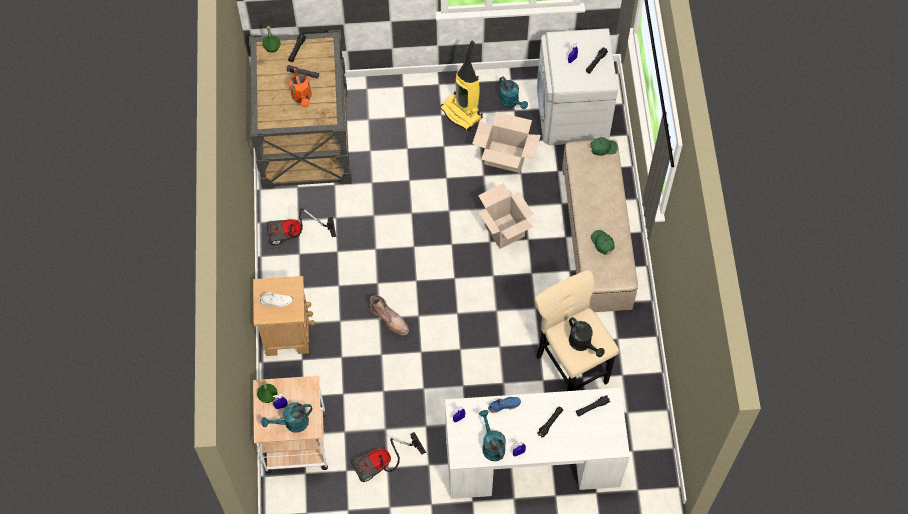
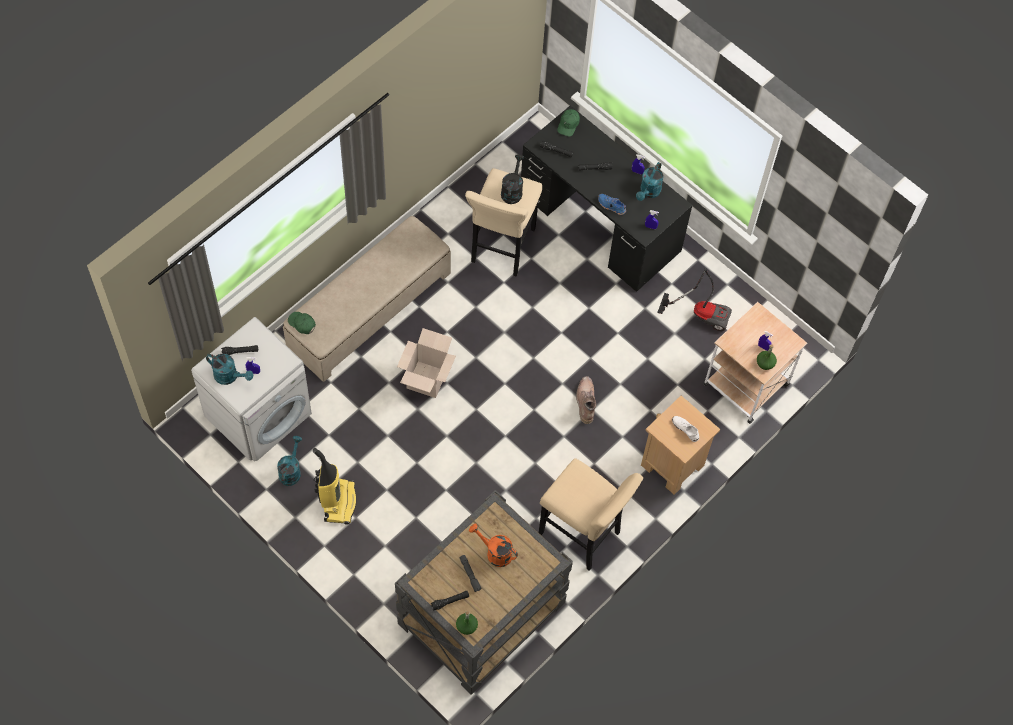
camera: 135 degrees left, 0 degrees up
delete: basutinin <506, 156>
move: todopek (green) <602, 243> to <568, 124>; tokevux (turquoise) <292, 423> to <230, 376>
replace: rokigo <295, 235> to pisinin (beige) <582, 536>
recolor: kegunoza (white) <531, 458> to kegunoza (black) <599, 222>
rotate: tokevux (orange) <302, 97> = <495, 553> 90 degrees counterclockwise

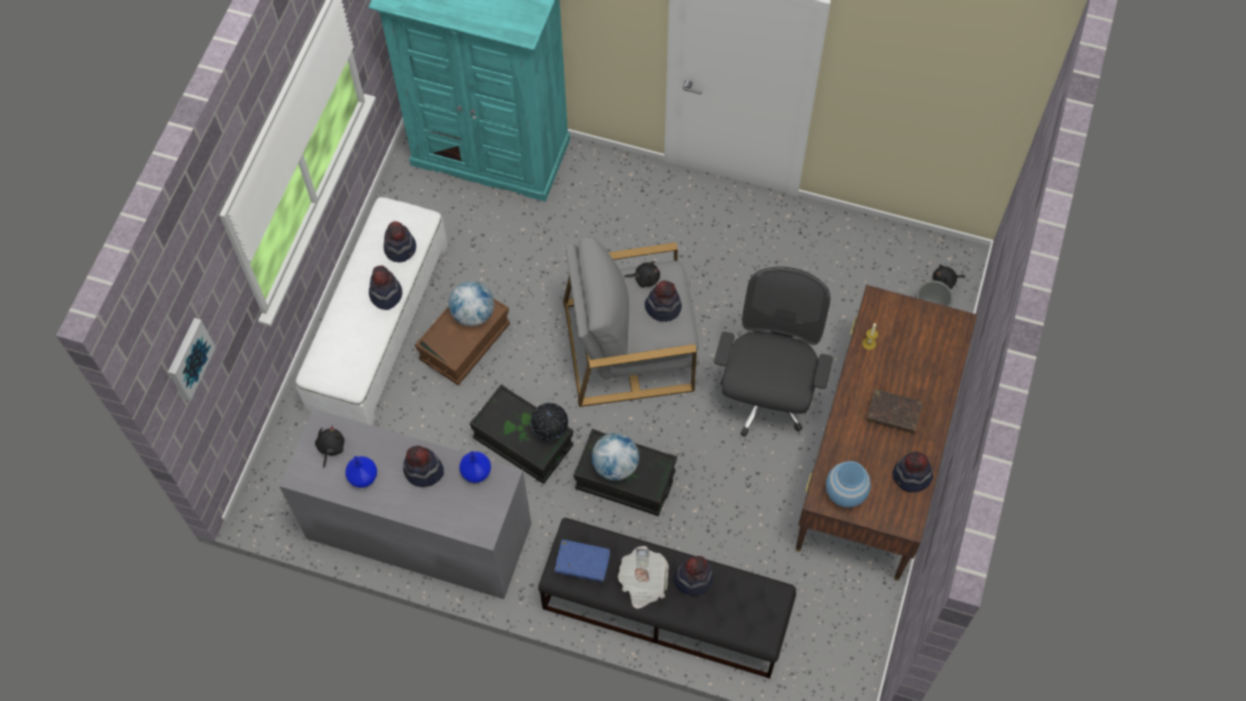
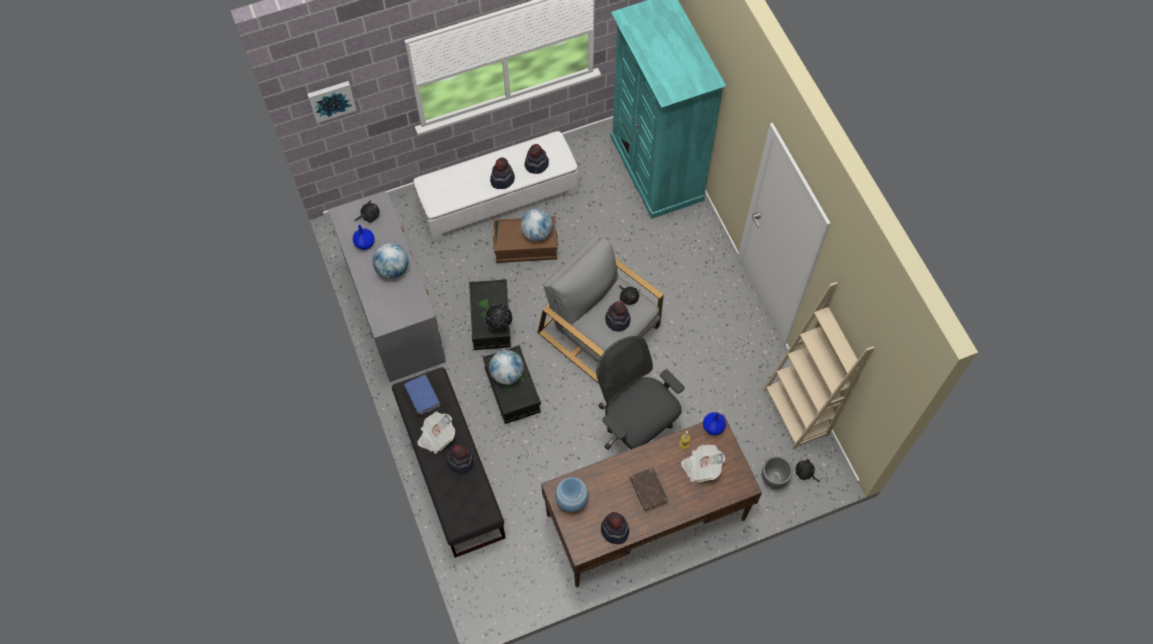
camera: 50 degrees right, 0 degrees up
insert: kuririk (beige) <796, 412>; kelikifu <701, 467>
move: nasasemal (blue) <477, 472> to <713, 428>
replace: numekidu <423, 471> to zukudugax <392, 269>
rotate: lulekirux <768, 395> = <634, 427> 105 degrees counterclockwise

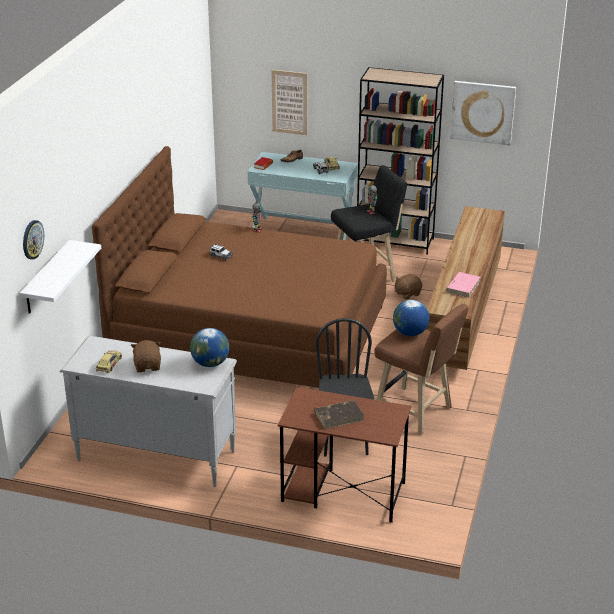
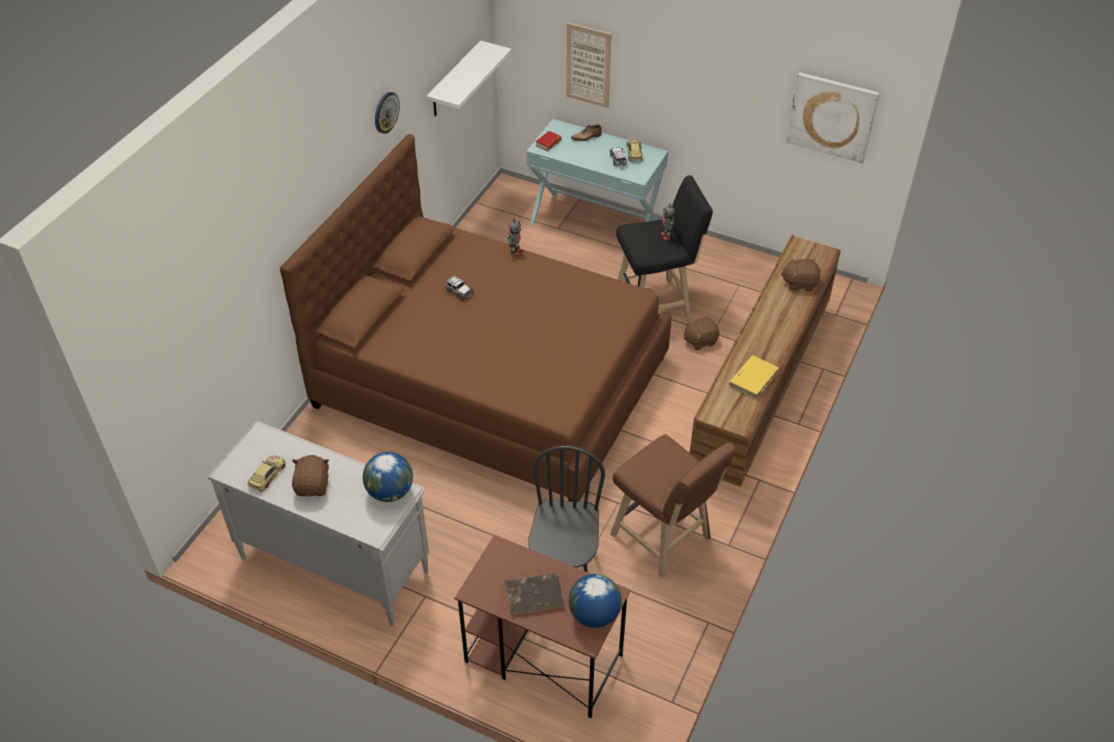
camera: 10 degrees right, 15 degrees up
delete: kuririk (beige) <395, 242>
insert: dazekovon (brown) <799, 283>
move: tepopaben <32, 239> to <386, 112>; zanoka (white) <47, 278> to <455, 80>; zukudugax <410, 333> to <594, 614>
recolor: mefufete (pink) <463, 286> to mefufete (yellow) <753, 378>

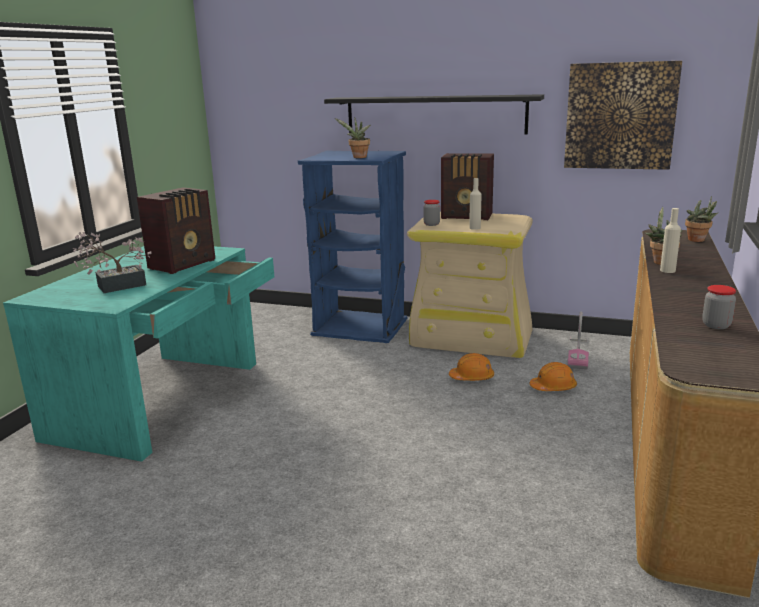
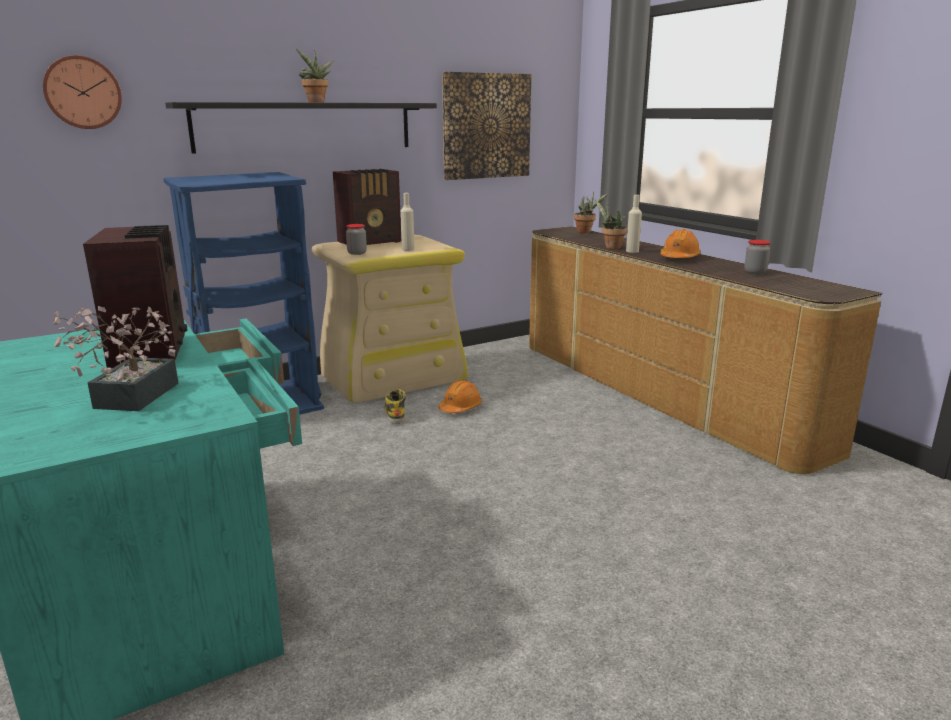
camera: 50 degrees left, 0 degrees up
delete: rokigo <578, 353>
insert: tepopaben <82, 93>; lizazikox <395, 413>
move: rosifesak <358, 157> to <316, 102>; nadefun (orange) <553, 387> to <679, 258>

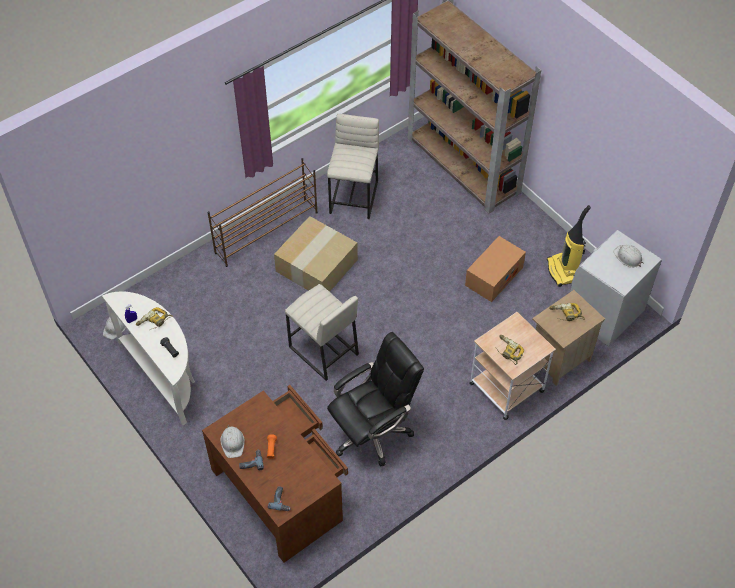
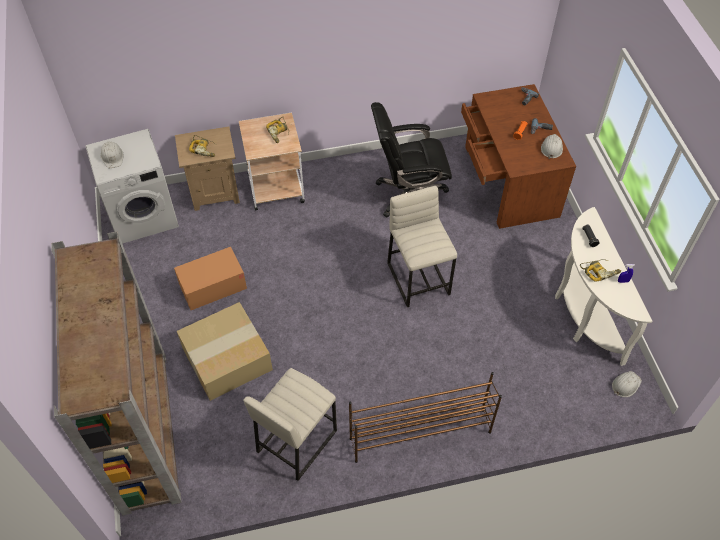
camera: 155 degrees left, 0 degrees up
delete: rokigo <562, 271>
move: basutinin <316, 264> to <226, 360>

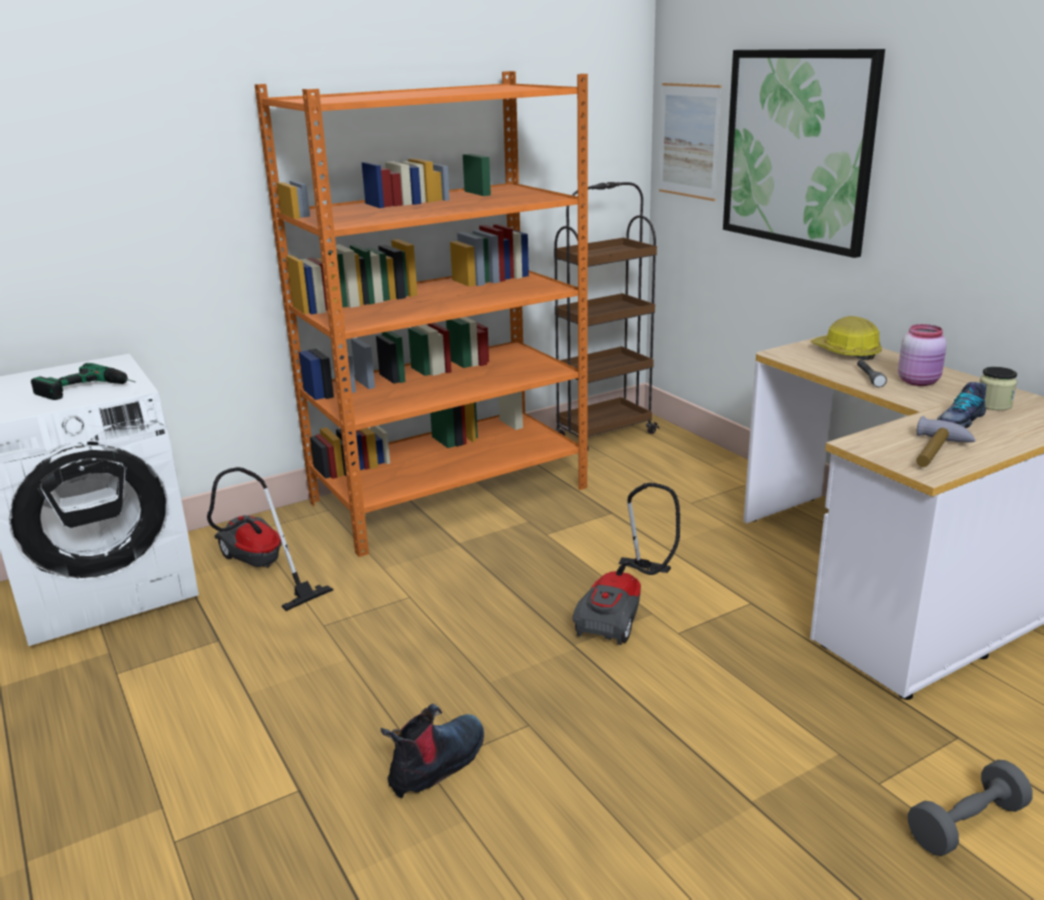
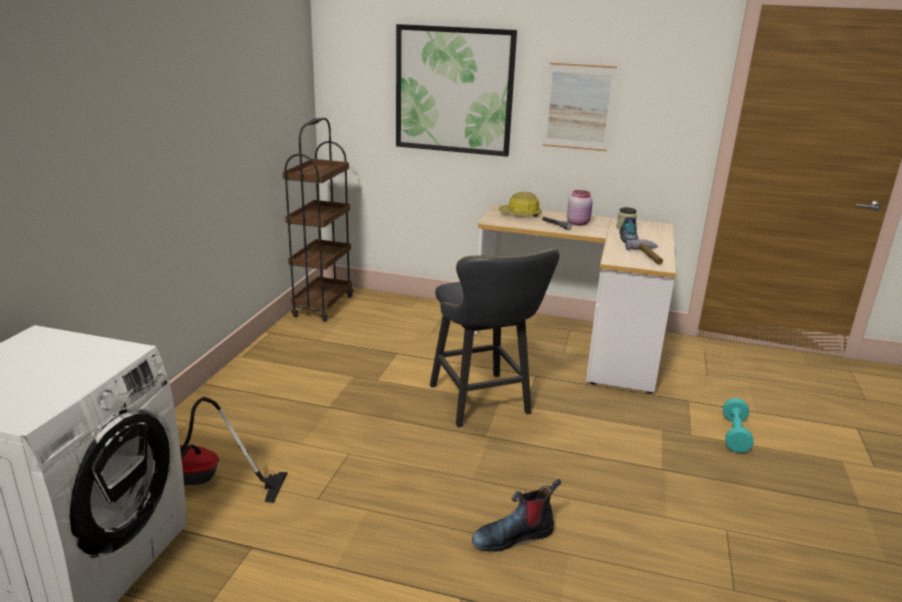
camera: 45 degrees left, 0 degrees up
delete: kuririk (orange) <450, 495>; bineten <89, 390>
move: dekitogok <689, 141> to <578, 107>
replace: rokigo <625, 611> to pisinin (grey) <484, 406>
recolor: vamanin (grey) <966, 824> to vamanin (turquoise) <735, 435>
rotate: lizazikox <438, 764> = <513, 536> 105 degrees counterclockwise

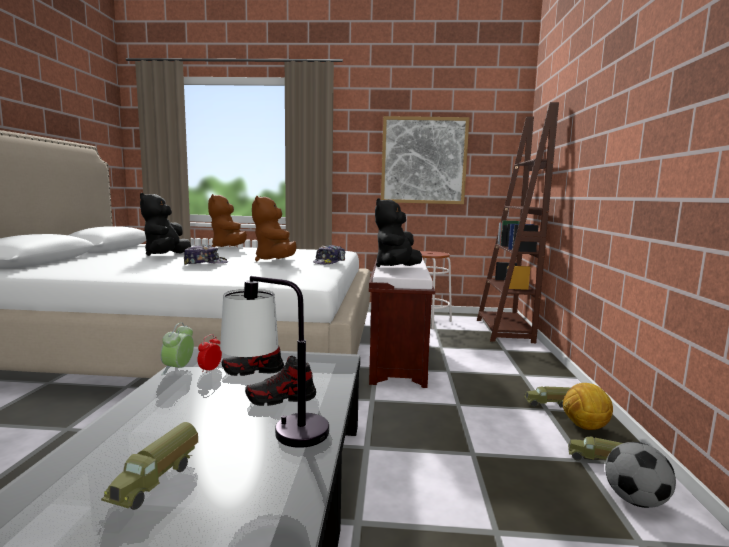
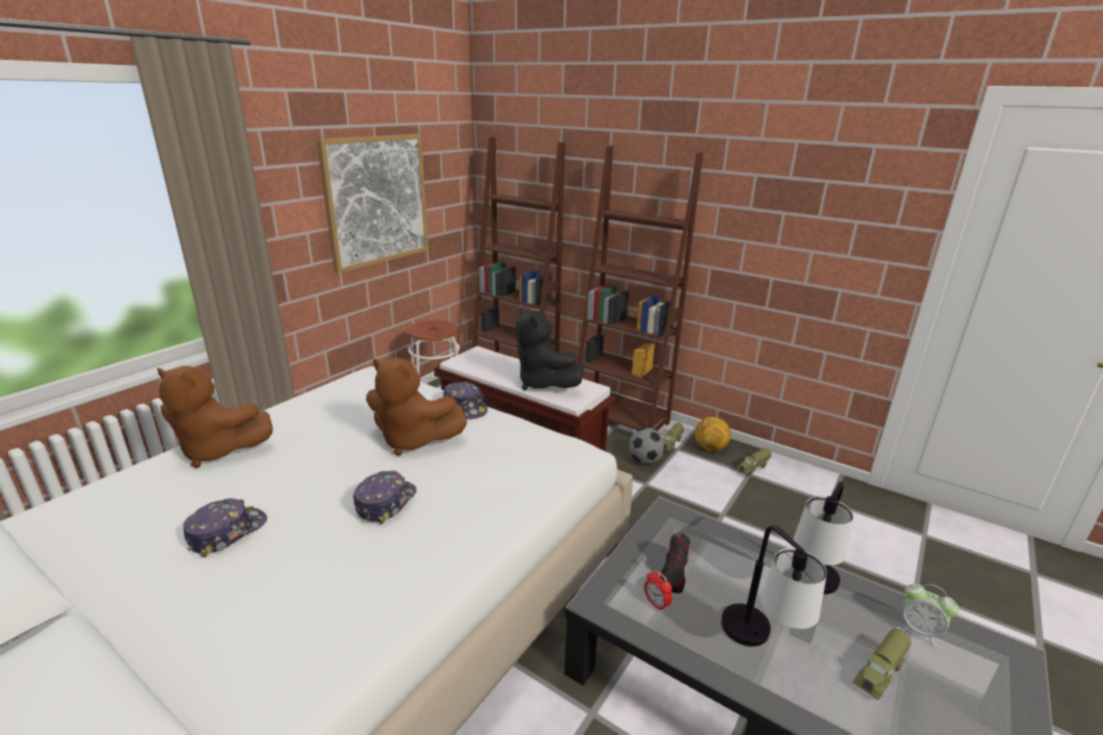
camera: 60 degrees left, 15 degrees up
delete: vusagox <281, 399>
insert: kuririk (brown) <620, 420>; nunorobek <759, 645>
move: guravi <178, 369> to <919, 631>; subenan <635, 500> to <645, 460>
replace: dazekovon (black) <166, 256> to todopek <227, 532>
rotate: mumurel <157, 481> = <880, 673> 90 degrees clockwise

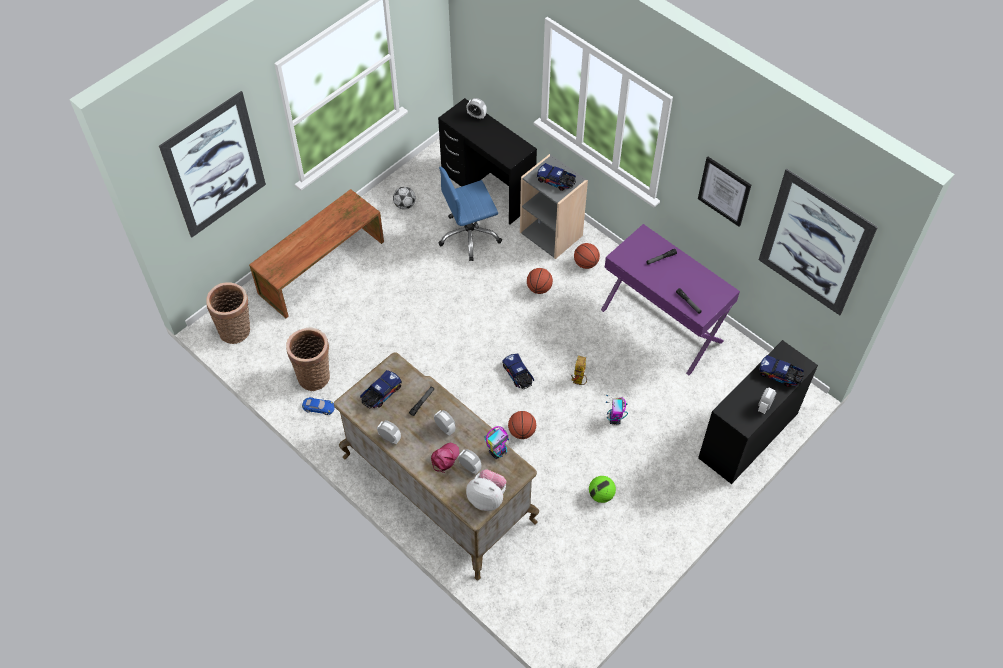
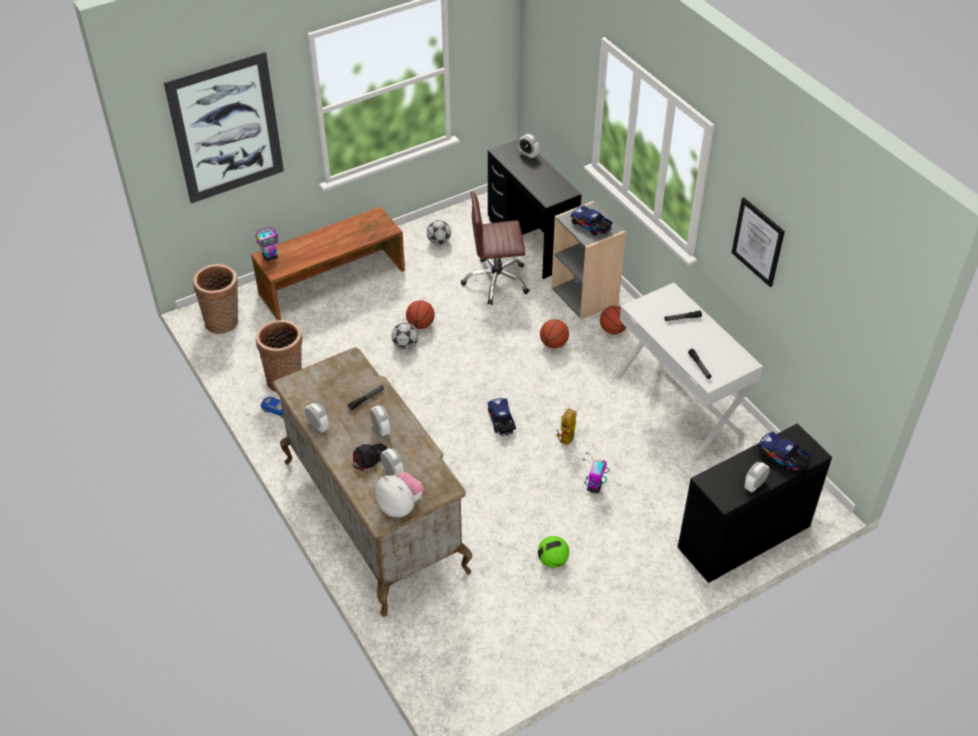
camera: 15 degrees right, 10 degrees down
delete: dekitogok <814, 243>; mumurel <381, 394>
insert: subenan <405, 345>
move: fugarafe <522, 431> to <420, 325>; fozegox <497, 451> to <270, 256>
recolor: lulekirux (blue) <469, 236> to lulekirux (brown) <496, 281>; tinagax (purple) <662, 325> to tinagax (white) <679, 405>; todopek (pink) <444, 458> to todopek (black) <369, 458>

